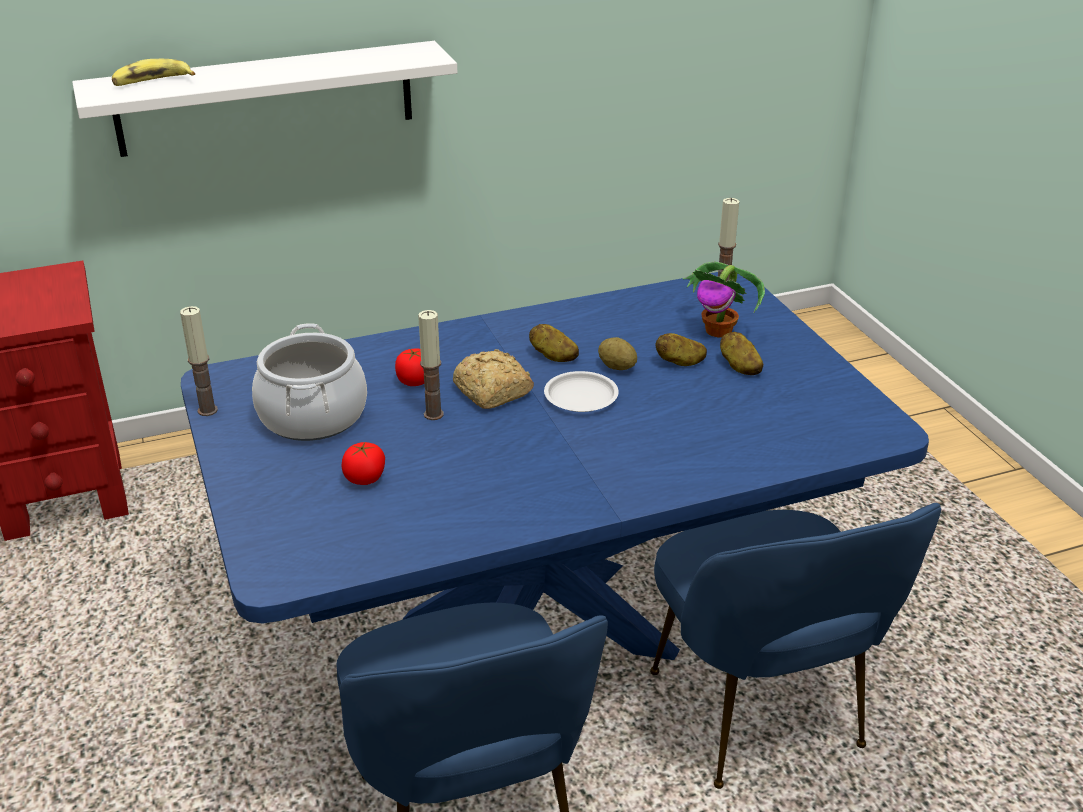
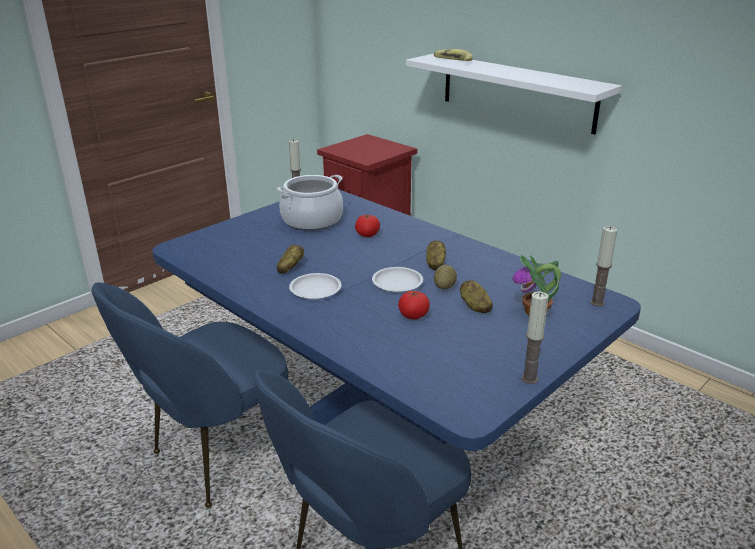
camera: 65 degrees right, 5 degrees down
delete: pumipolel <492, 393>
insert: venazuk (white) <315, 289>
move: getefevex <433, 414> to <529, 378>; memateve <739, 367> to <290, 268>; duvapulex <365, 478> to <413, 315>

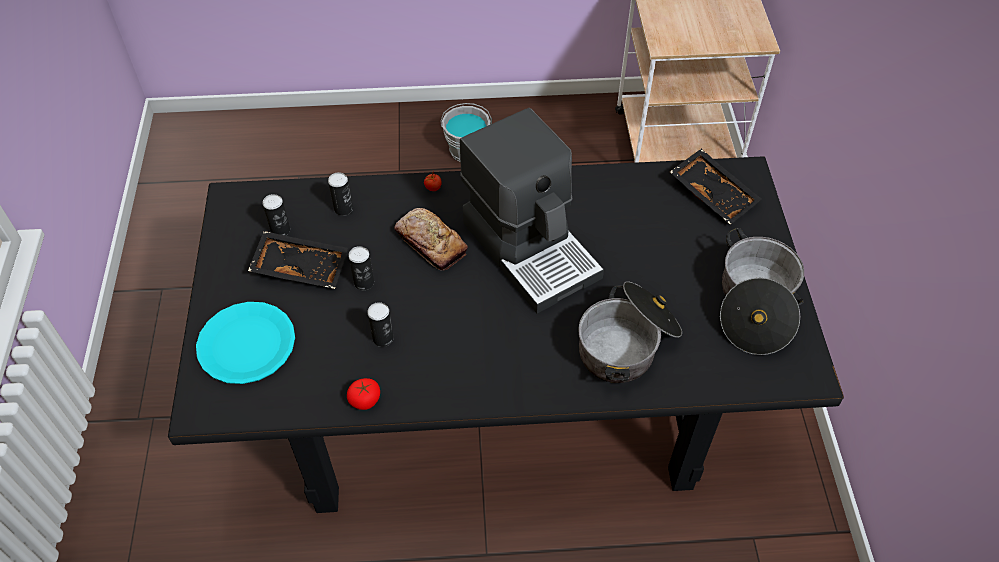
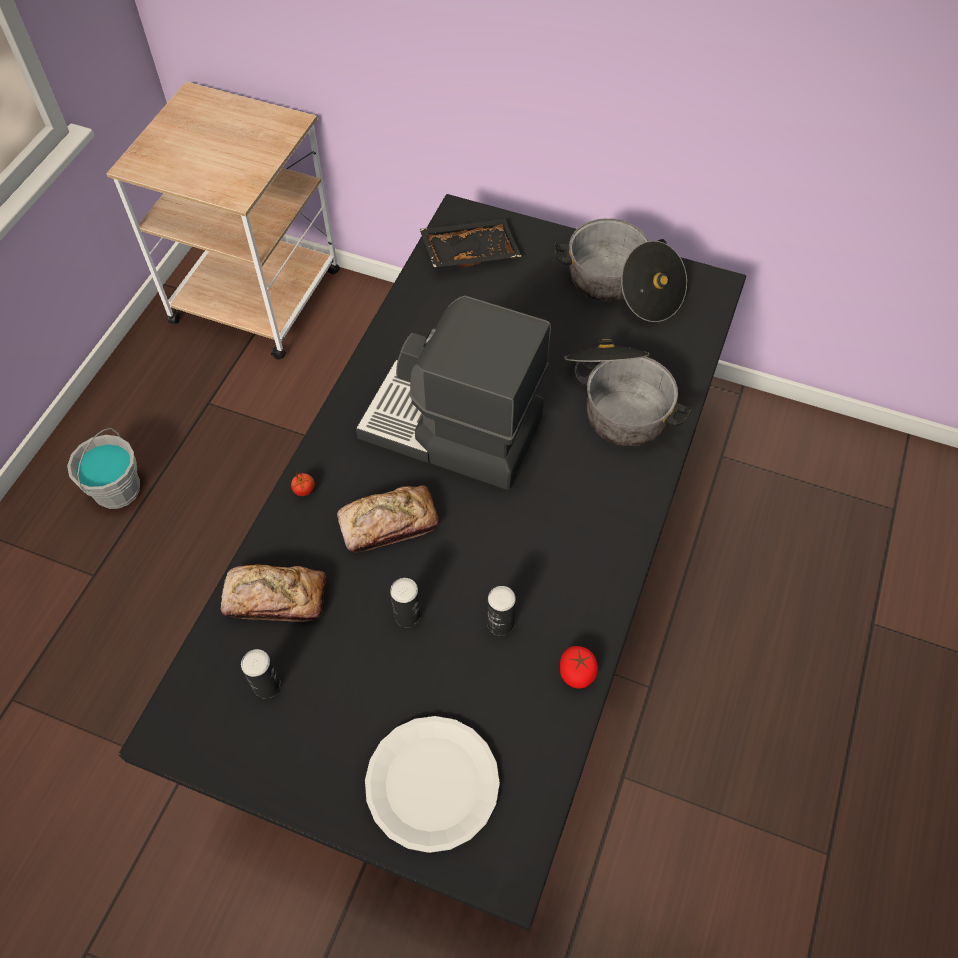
camera: 65 degrees left, 5 degrees up
delete: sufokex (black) <301, 266>
replace: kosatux <343, 209> to pumipolel <276, 599>
recolor: venazuk (turquoise) <246, 344> to venazuk (white) <432, 784>
rotate: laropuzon <531, 248> = <451, 431> 150 degrees counterclockwise

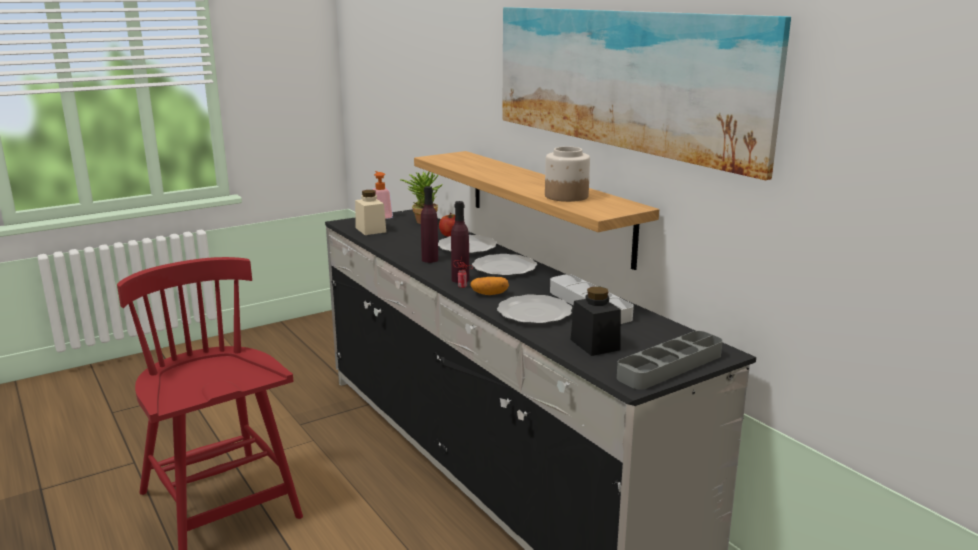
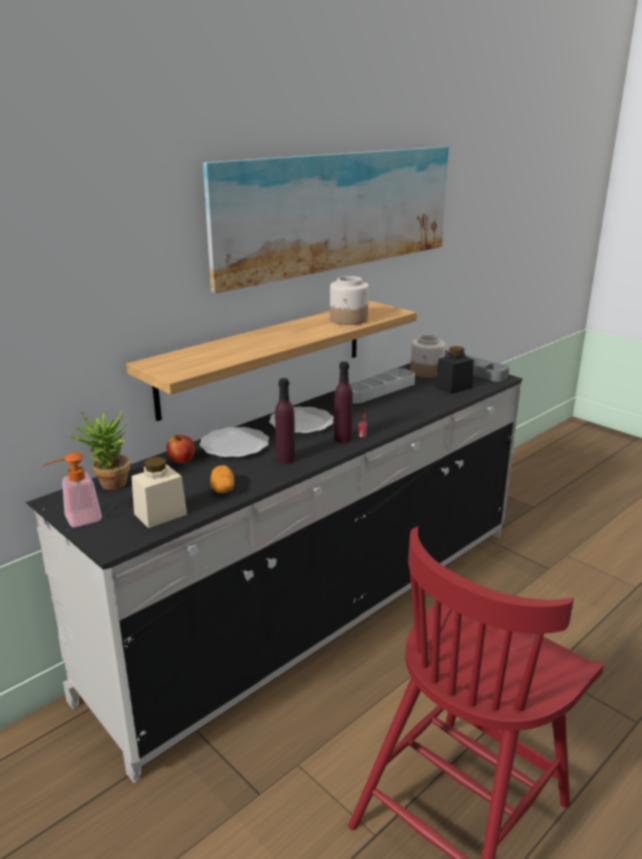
camera: 100 degrees left, 5 degrees up
delete: venazuk <534, 312>
insert: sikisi <426, 372>
move: memateve <489, 294> to <222, 489>

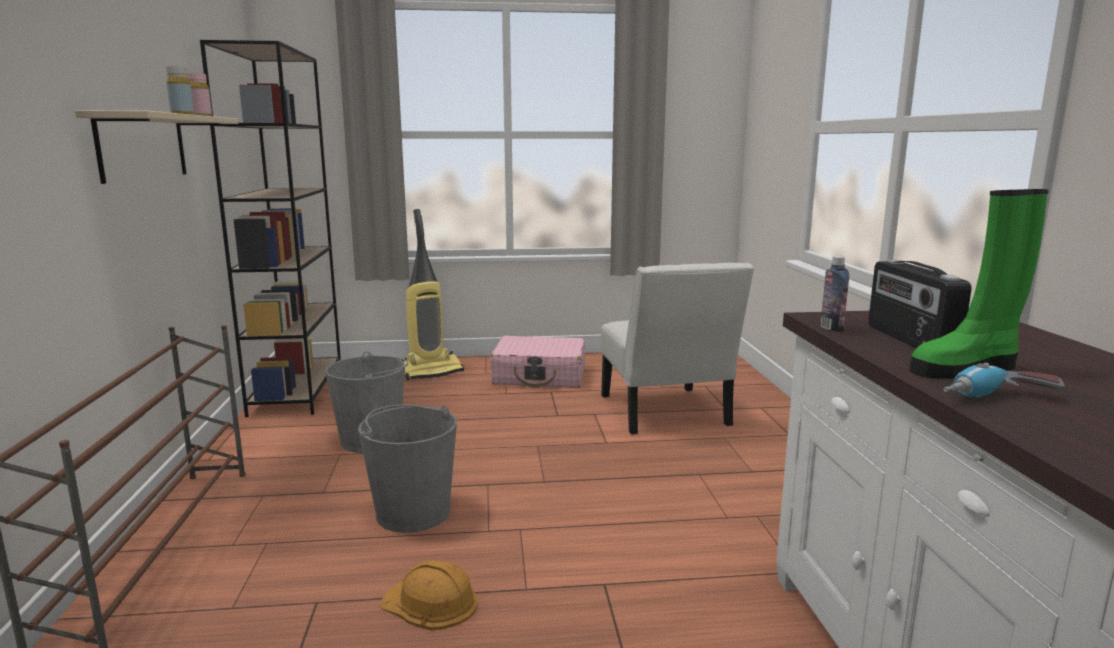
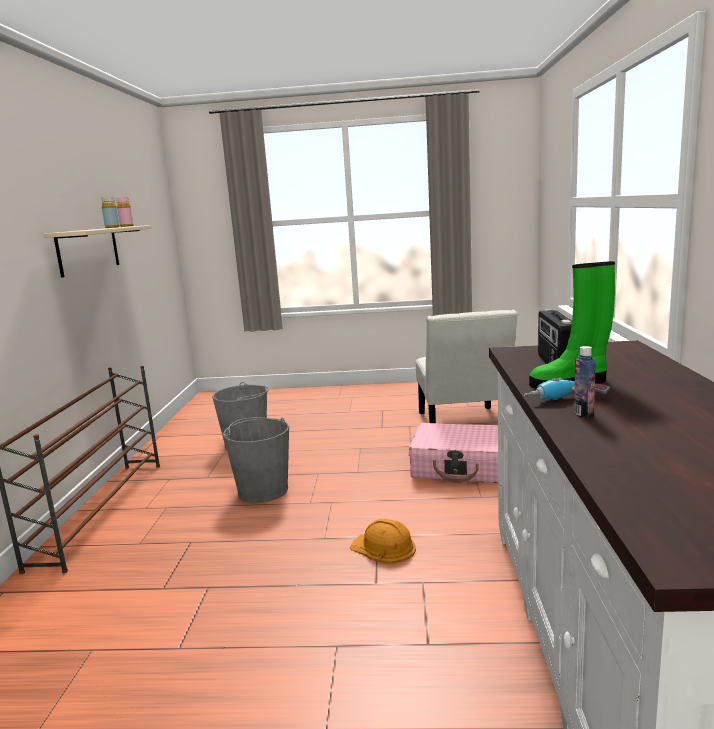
camera: 10 degrees right, 0 degrees up
delete: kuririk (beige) <297, 390>; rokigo <431, 371>
move: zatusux <831, 328> to <583, 414>; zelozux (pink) <540, 376> to <460, 467>; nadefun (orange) <430, 603> to <383, 547>

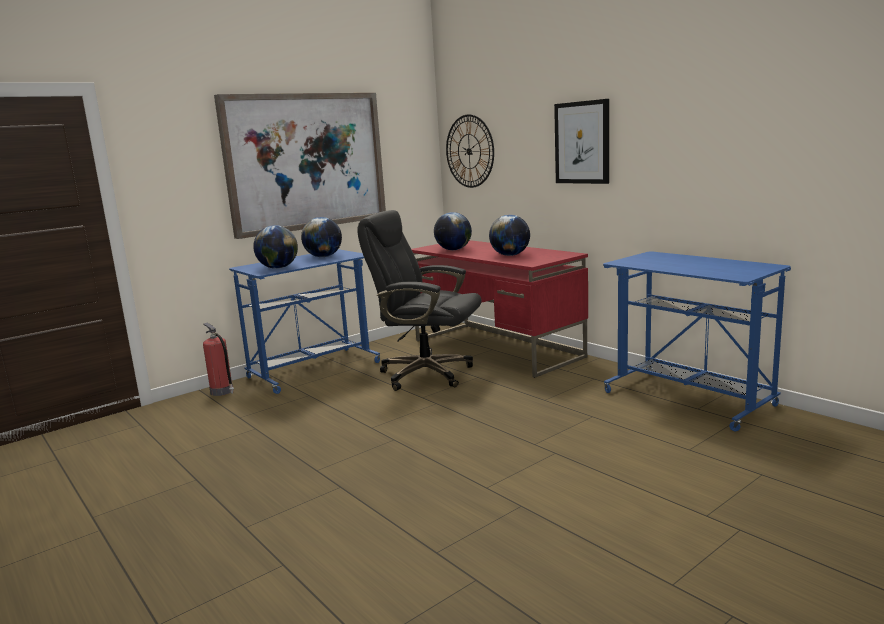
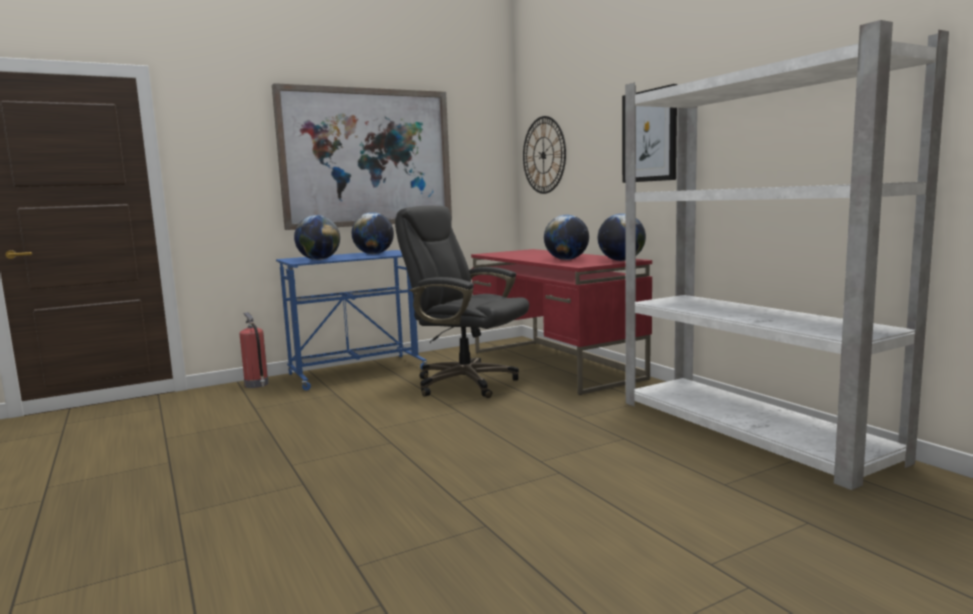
camera: 10 degrees right, 5 degrees down
move: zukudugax <453, 250> to <621, 260>
replace: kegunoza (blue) <688, 398> to kuririk (white) <749, 429>

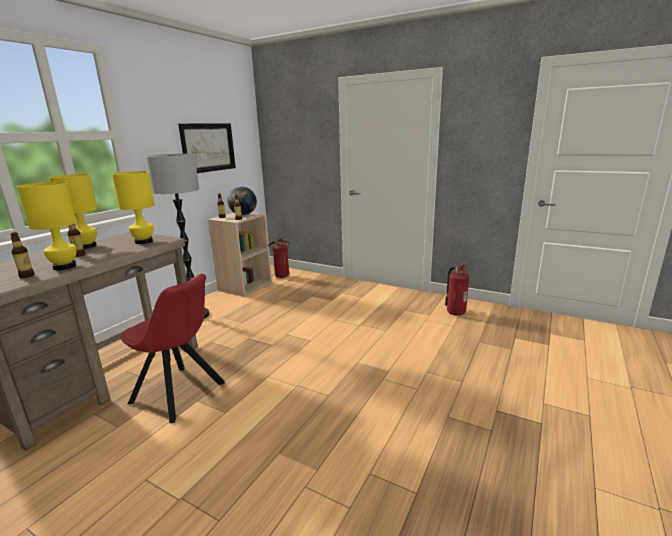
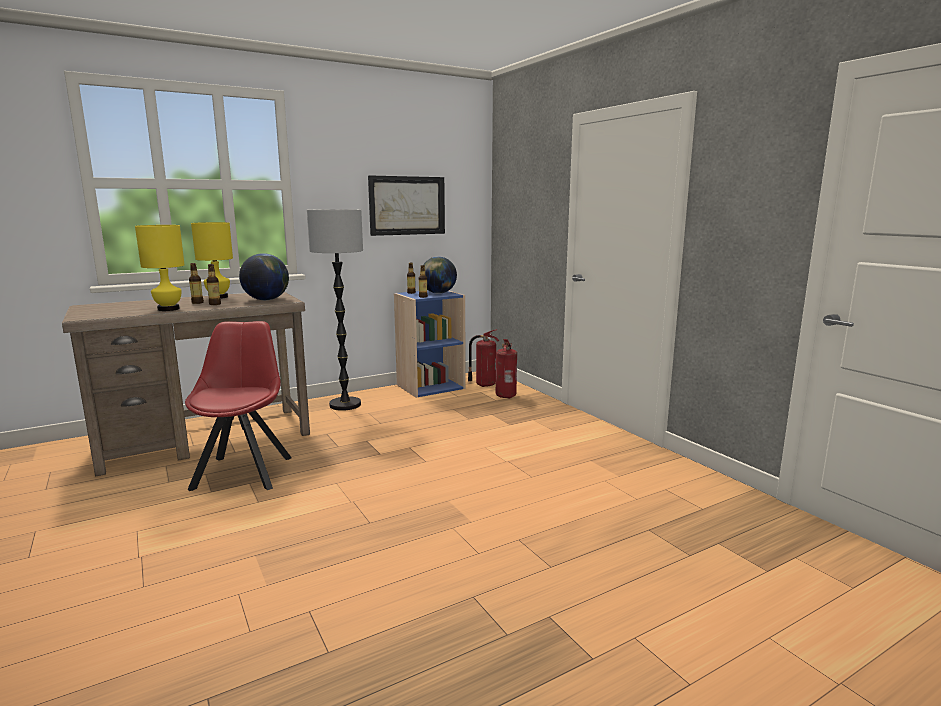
camera: 30 degrees right, 5 degrees down
move: zatusux <27, 276> to <215, 304>; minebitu <455, 312> to <506, 396>
replace: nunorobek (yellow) <143, 241> to zukudugax <266, 300>
recolor: kuririk (beige) <245, 286> to kuririk (blue) <431, 386>
rotate: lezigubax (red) <179, 393> = <244, 471> 150 degrees counterclockwise

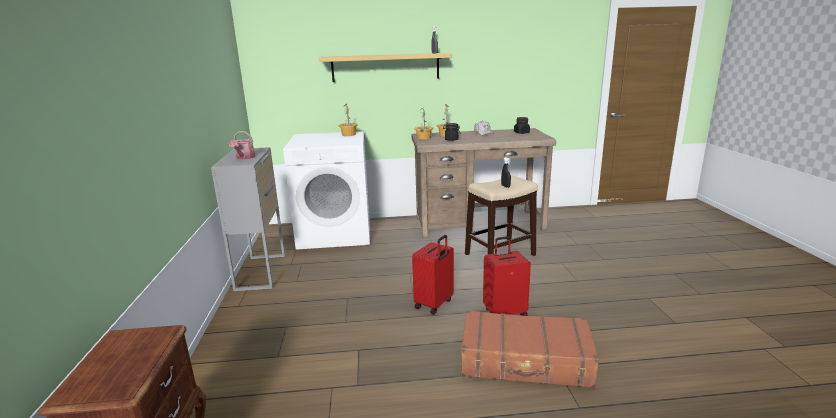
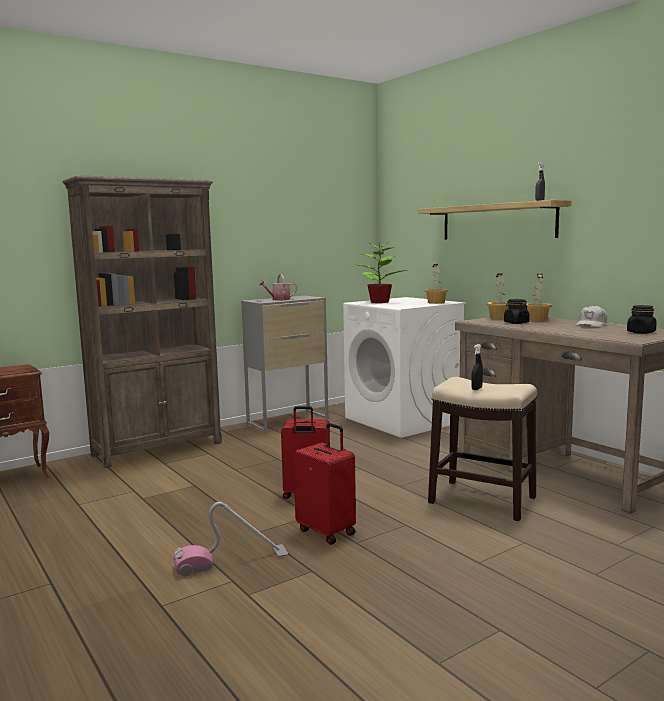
camera: 60 degrees right, 10 degrees down
insert: kuririk (brown) <158, 448>; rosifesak <379, 302>
replace: zelozux (brown) <525, 361> to rokigo <231, 561>

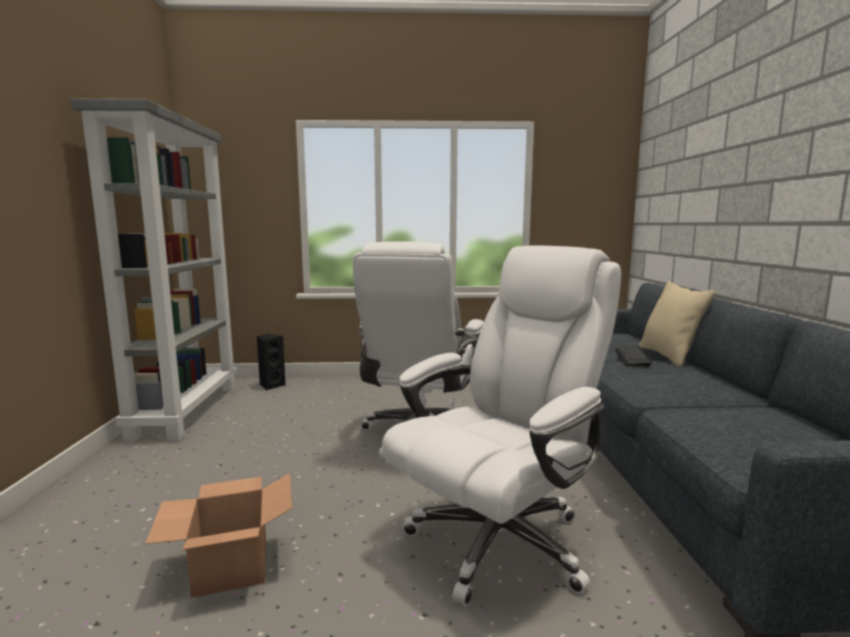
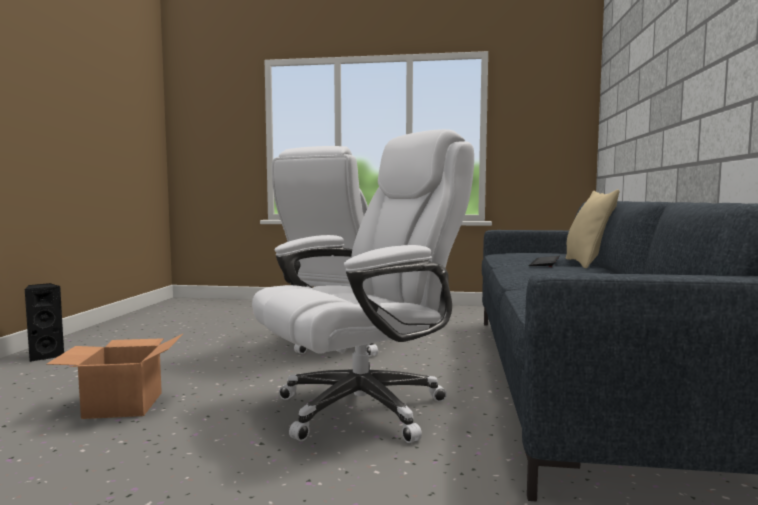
camera: 10 degrees right, 5 degrees down
delete: kuririk (grey) <186, 410>
move: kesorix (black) <271, 385> to <46, 356>

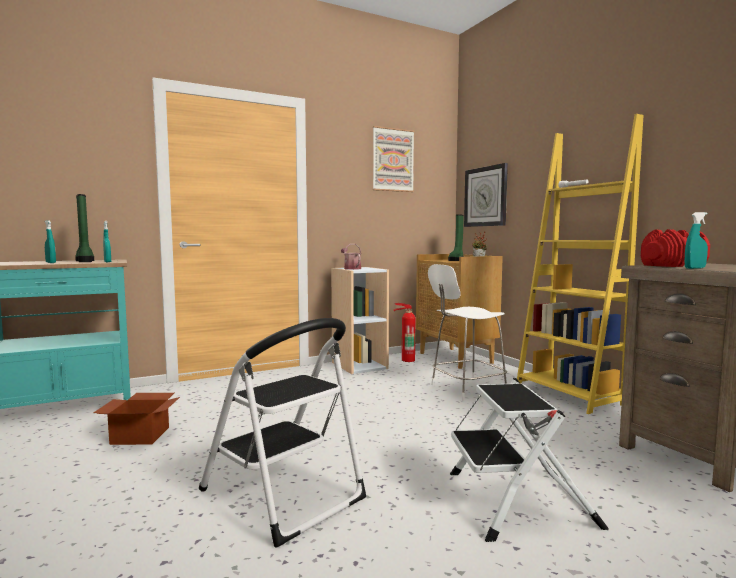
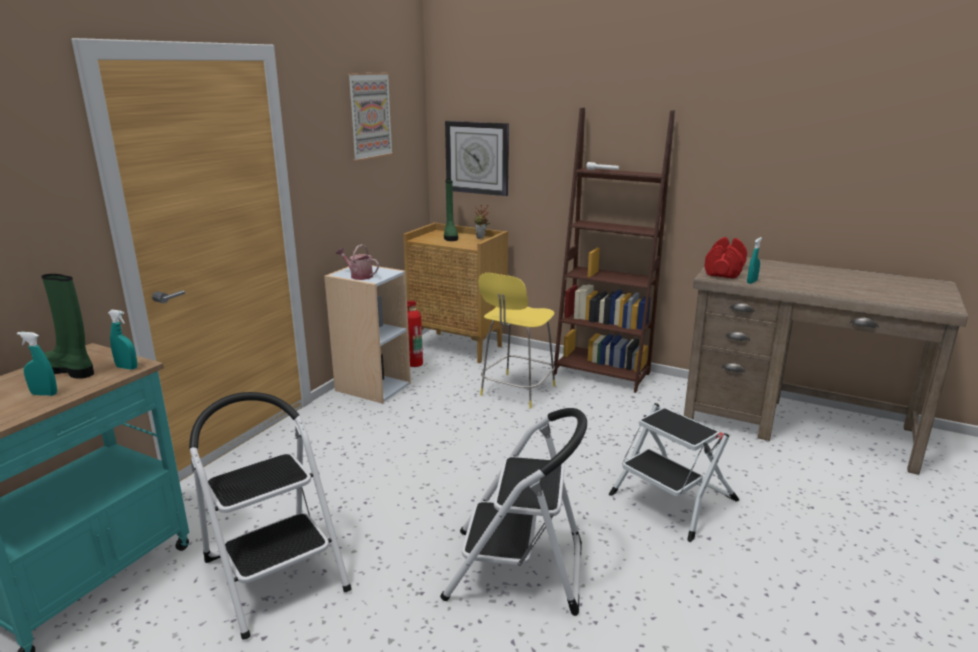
camera: 35 degrees left, 15 degrees up
replace: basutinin <142, 435> to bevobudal <274, 572>
recolor: kuririk (yellow) <568, 395> to kuririk (brown) <601, 373>; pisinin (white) <466, 389> to pisinin (yellow) <516, 391>

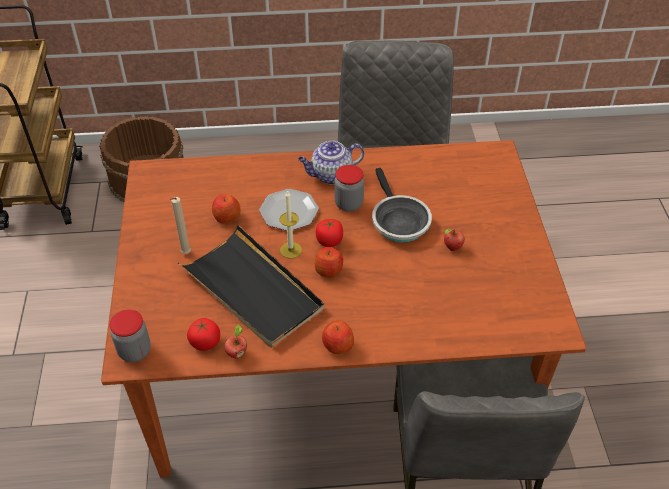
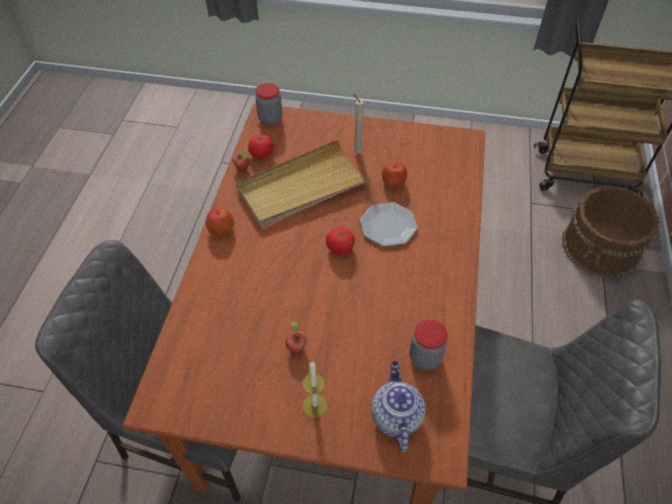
camera: 105 degrees right, 5 degrees up
delete: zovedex <398, 221>; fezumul <328, 270>
move: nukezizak <330, 175> to <395, 416>; sikisi <348, 204> to <425, 357>; getefevex <291, 250> to <314, 406>
recolor: sufokex (black) <253, 290> to sufokex (beige) <301, 187>

